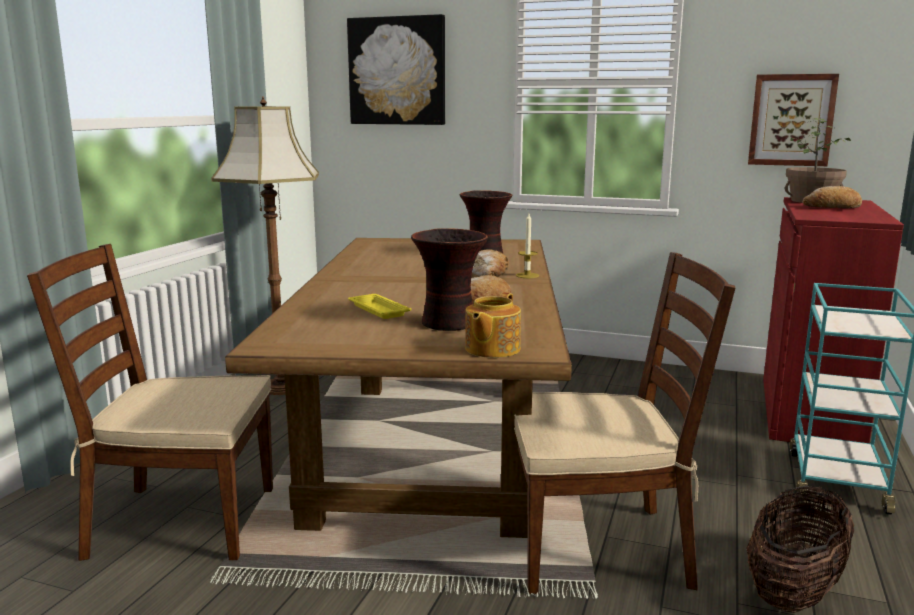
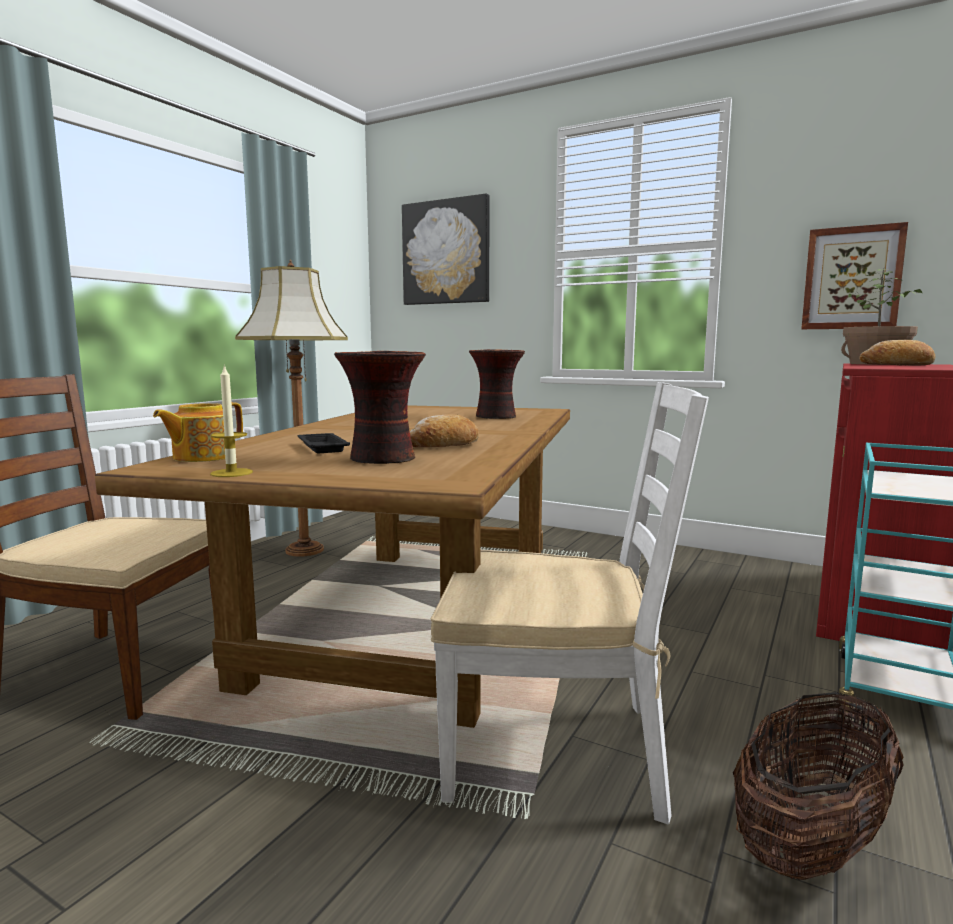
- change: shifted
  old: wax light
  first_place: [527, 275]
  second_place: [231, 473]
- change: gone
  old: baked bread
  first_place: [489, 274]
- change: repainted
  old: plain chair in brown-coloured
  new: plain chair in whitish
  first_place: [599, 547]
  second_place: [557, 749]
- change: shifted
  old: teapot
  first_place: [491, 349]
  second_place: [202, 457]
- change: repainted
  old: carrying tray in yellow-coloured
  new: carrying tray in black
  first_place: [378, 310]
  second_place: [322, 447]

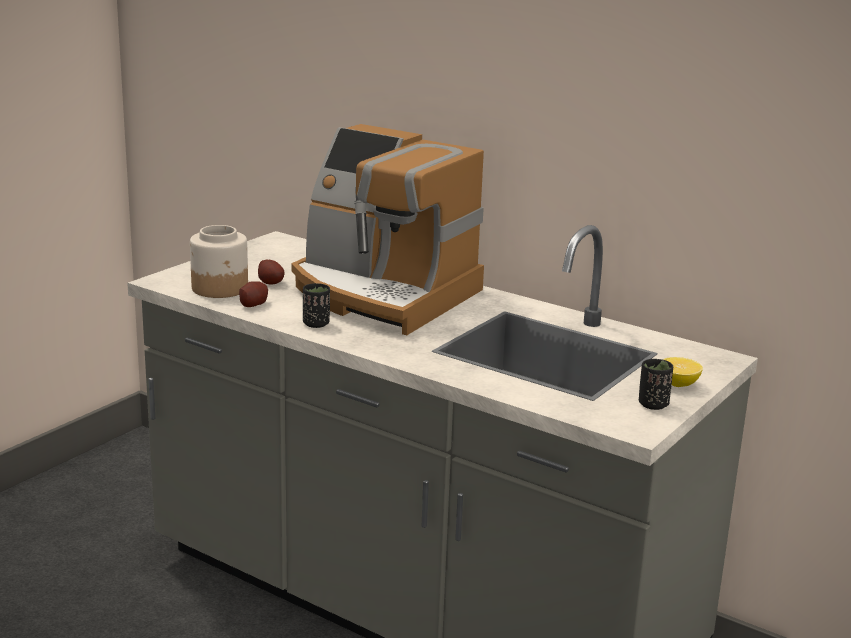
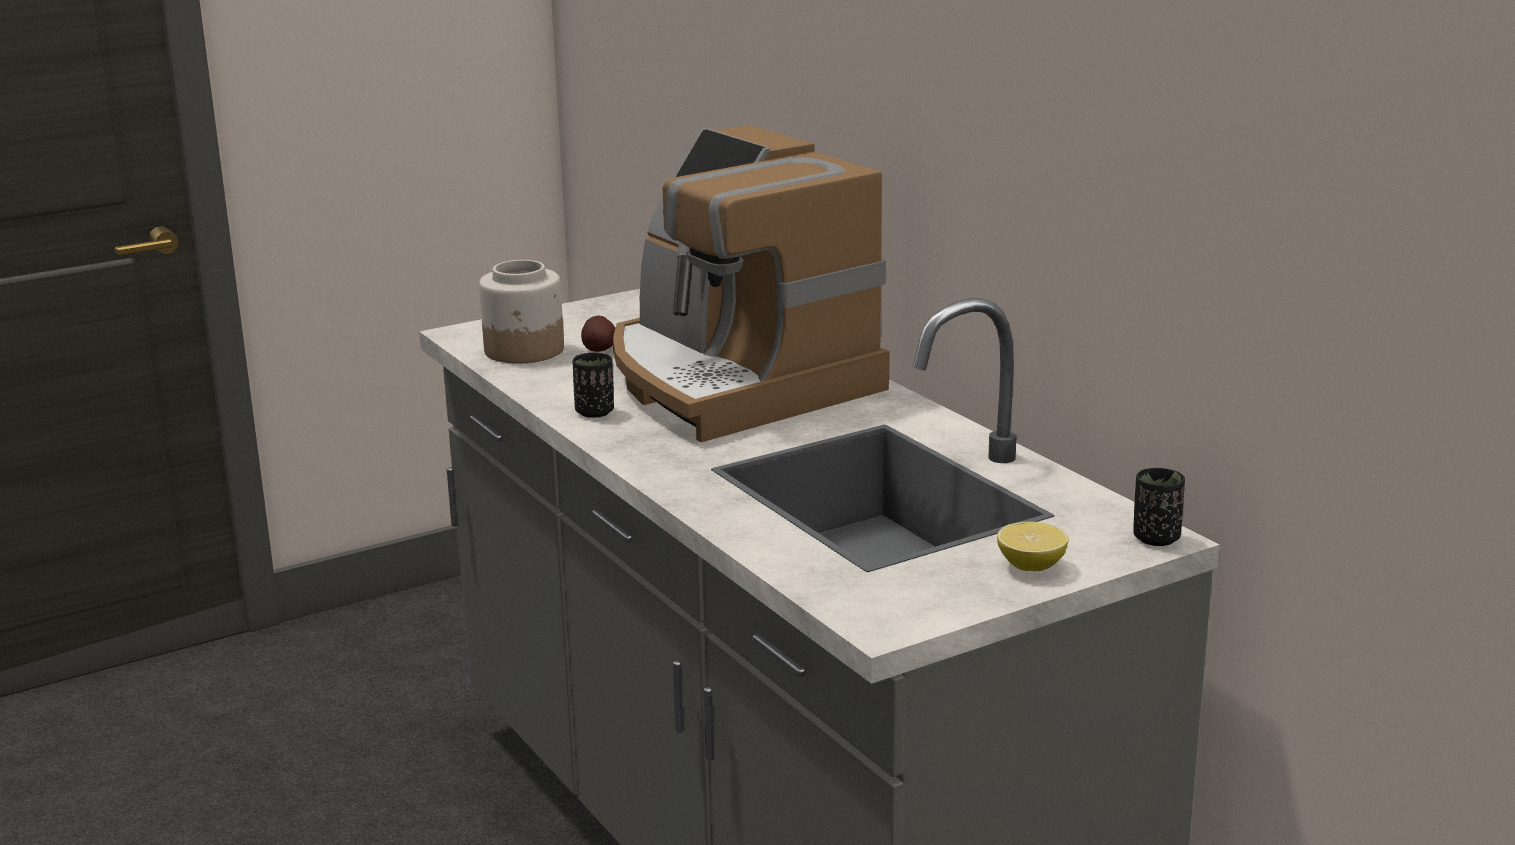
- change: gone
  old: spud
  first_place: [254, 304]
- change: shifted
  old: cup in black
  first_place: [653, 404]
  second_place: [1156, 538]

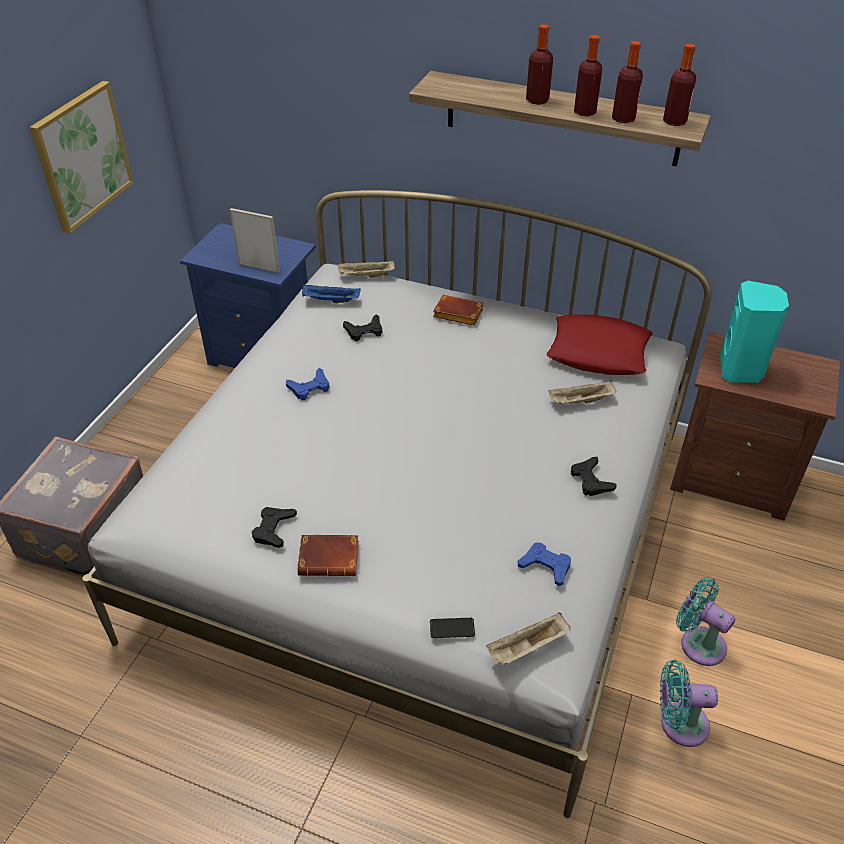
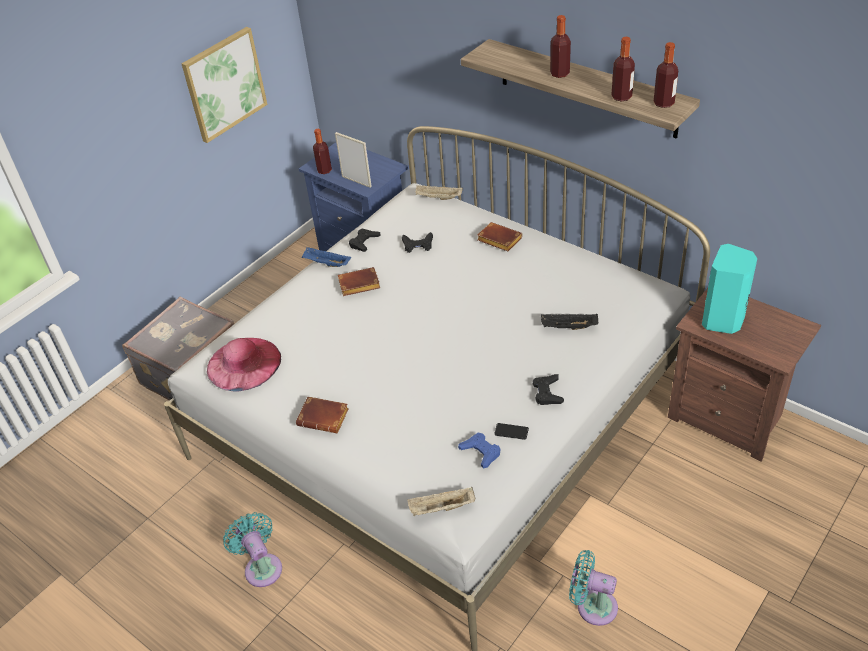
- change: shifted
  old: beverage bottle
  first_place: [585, 112]
  second_place: [324, 170]
- change: shifted
  old: carrying tray in blue-coloured
  first_place: [330, 301]
  second_place: [326, 264]
- change: gone
  old: cushion in reddish
  first_place: [598, 352]
- change: swapped
  old: game controller in blue-coloured
  new: volume in brown-coloured
  first_place: [309, 388]
  second_place: [358, 285]
- change: repainted
  old: carrying tray in sand-coloured
  new: carrying tray in black
  first_place: [580, 401]
  second_place: [568, 328]
- change: shifted
  old: game controller in black
  first_place: [274, 529]
  second_place: [364, 242]
- change: shifted
  old: electric fan in blue-green
  first_place: [698, 643]
  second_place: [261, 567]
- change: shifted
  old: phone
  first_place: [452, 628]
  second_place: [511, 431]
- change: new
  new: hat in pinkish
  second_place: [243, 363]

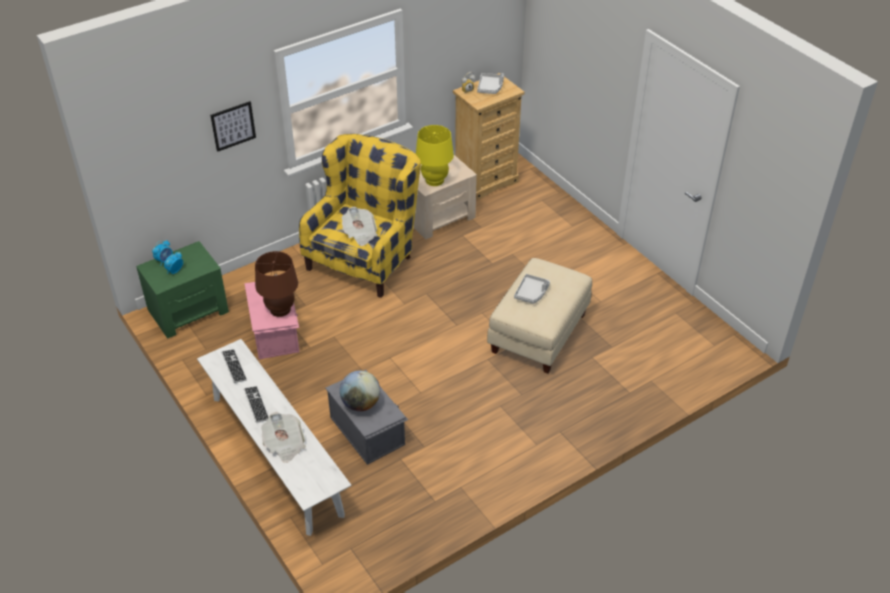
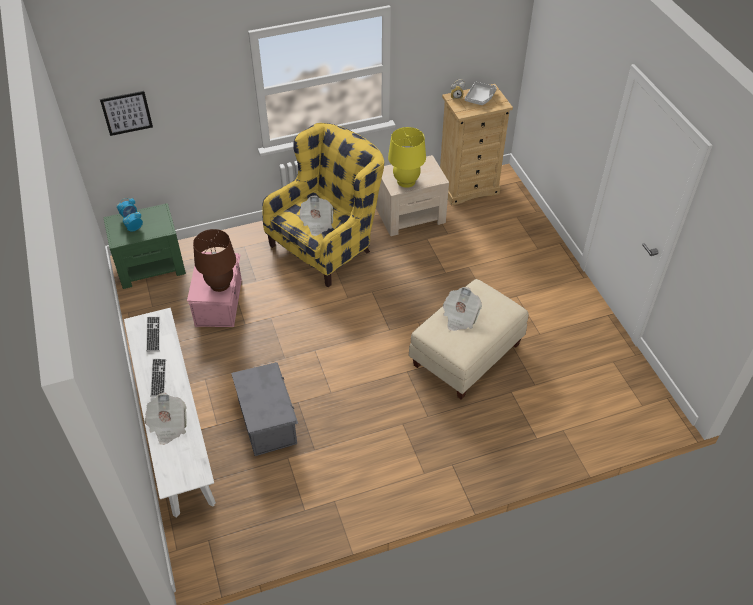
- change: shifted
  old: picture
  first_place: [233, 126]
  second_place: [126, 113]
- change: swapped
  old: carrying tray in gray
  new: newspaper
  first_place: [531, 293]
  second_place: [460, 317]
- change: gone
  old: world globe
  first_place: [361, 404]

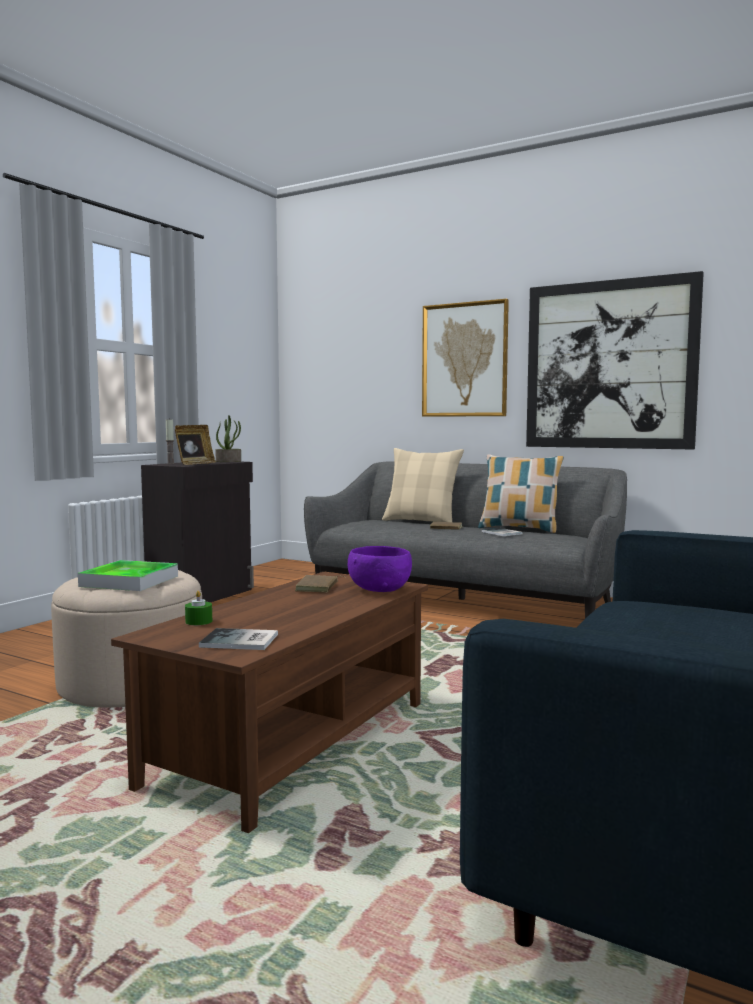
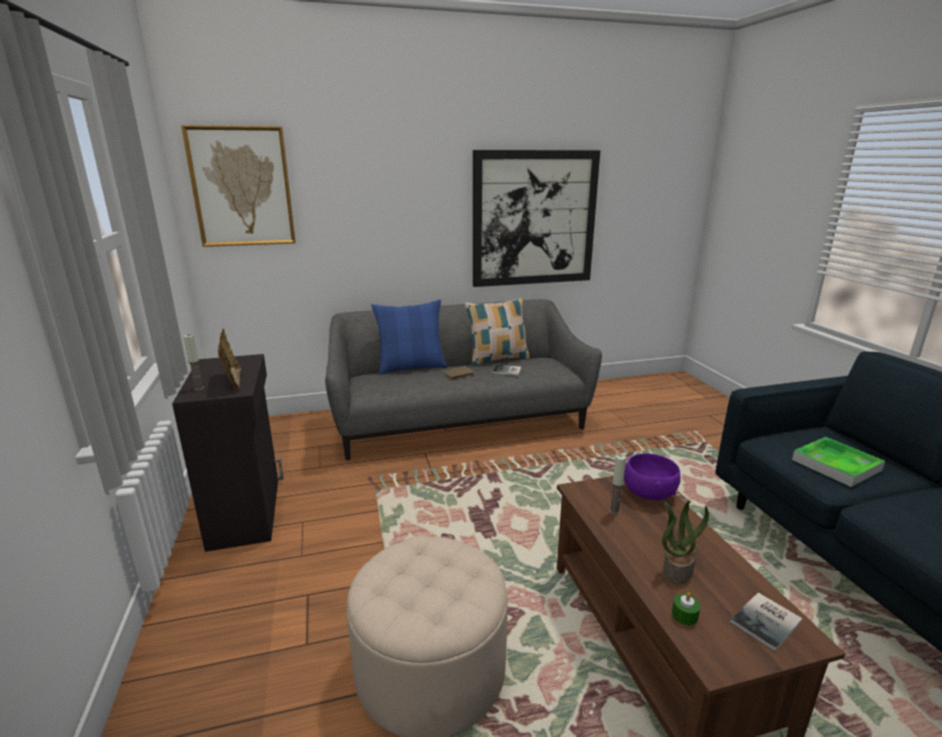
- change: shifted
  old: picture
  first_place: [464, 360]
  second_place: [242, 187]
- change: shifted
  old: plant in a pot
  first_place: [228, 461]
  second_place: [677, 569]
- change: repainted
  old: cushion in sand-coloured
  new: cushion in blue-coloured
  first_place: [421, 521]
  second_place: [411, 367]
- change: shifted
  old: carrying tray
  first_place: [129, 581]
  second_place: [836, 465]
- change: swapped
  old: volume in brown-coloured
  new: wax light
  first_place: [318, 587]
  second_place: [614, 511]

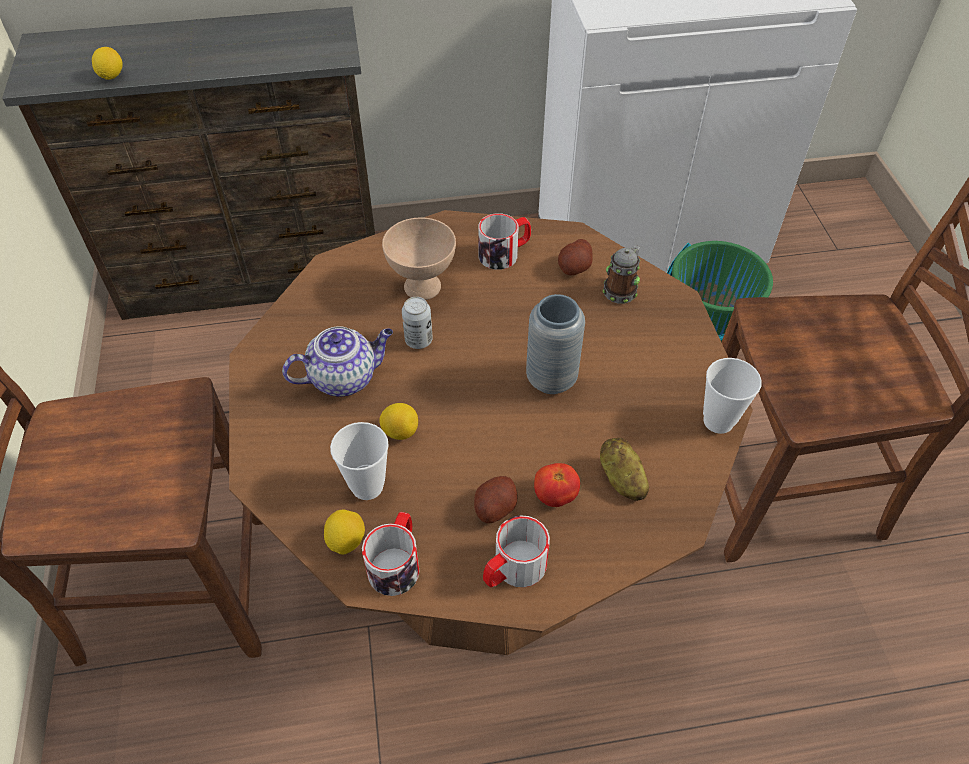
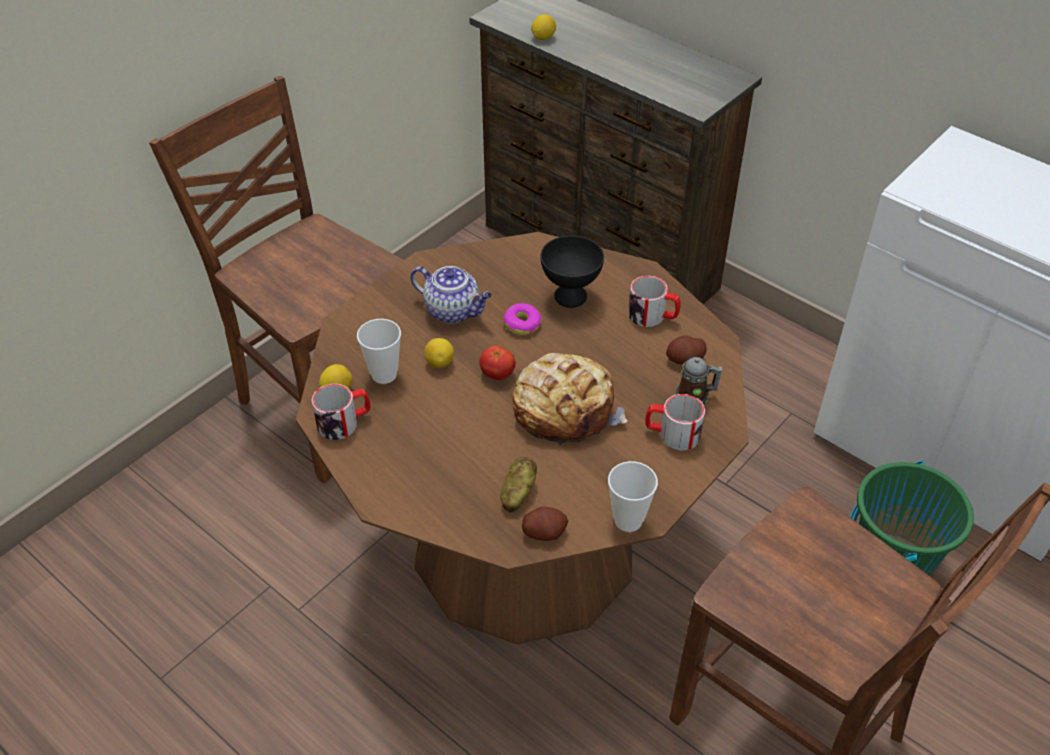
- change: repainted
  old: bowl in sand-coloured
  new: bowl in black
  first_place: [421, 287]
  second_place: [570, 296]
- change: swapped
  old: vase in gray
  new: baked bread
  first_place: [551, 379]
  second_place: [564, 408]
- change: swapped
  old: can
  new: doughnut
  first_place: [418, 340]
  second_place: [522, 324]
- change: shifted
  old: tomato
  first_place: [555, 496]
  second_place: [497, 374]
- change: shifted
  old: spud
  first_place: [495, 507]
  second_place: [544, 532]
- change: shifted
  old: tea mug
  first_place: [513, 569]
  second_place: [672, 434]

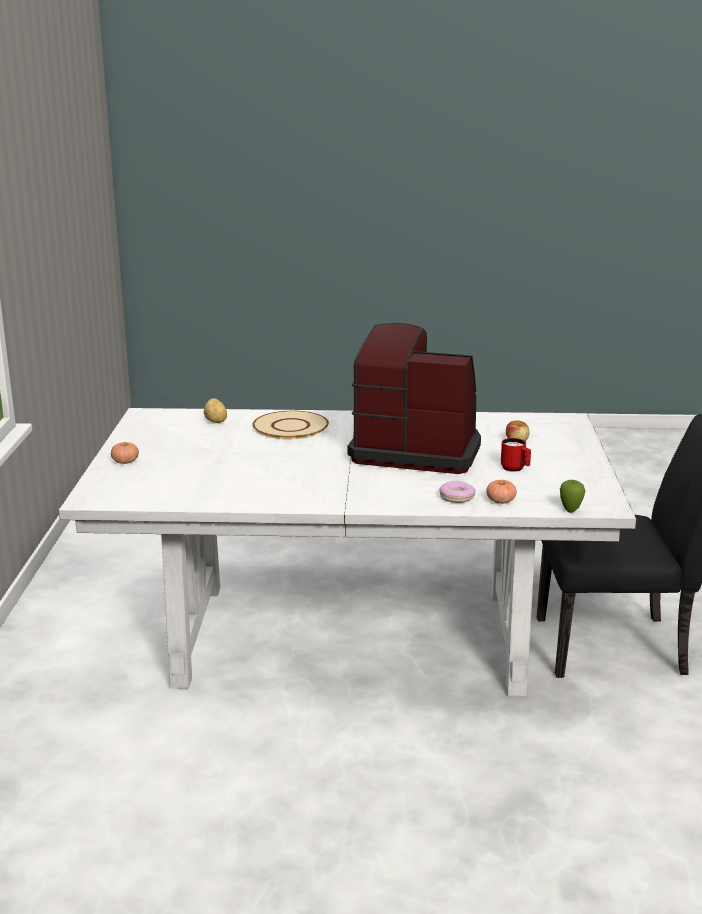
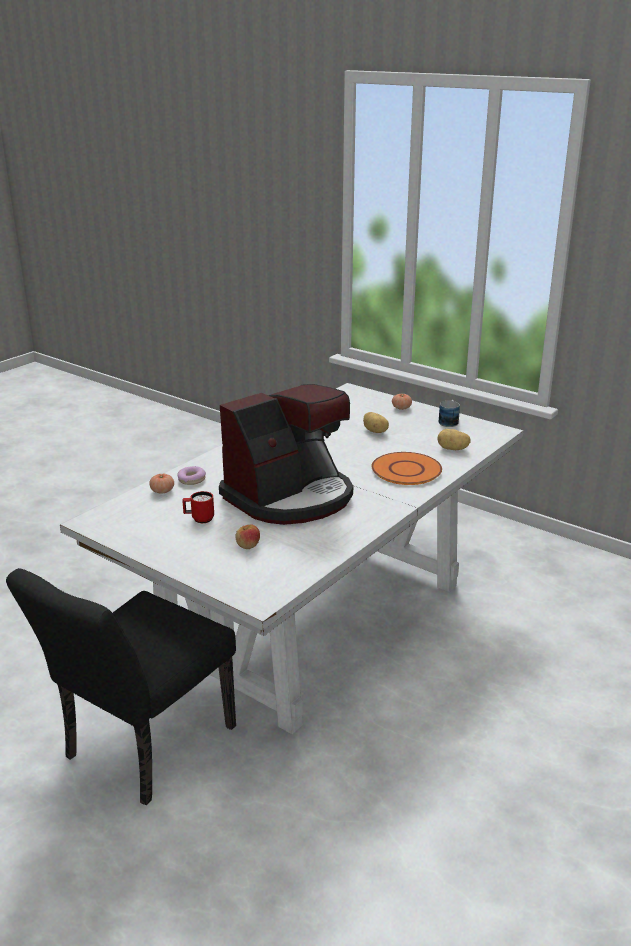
- change: repainted
  old: flat dish in sand-coloured
  new: flat dish in orange-coloured
  first_place: [291, 426]
  second_place: [406, 470]
- change: gone
  old: whole apple
  first_place: [570, 510]
- change: new
  new: tea mug
  second_place: [449, 421]
- change: new
  new: spud
  second_place: [375, 431]

